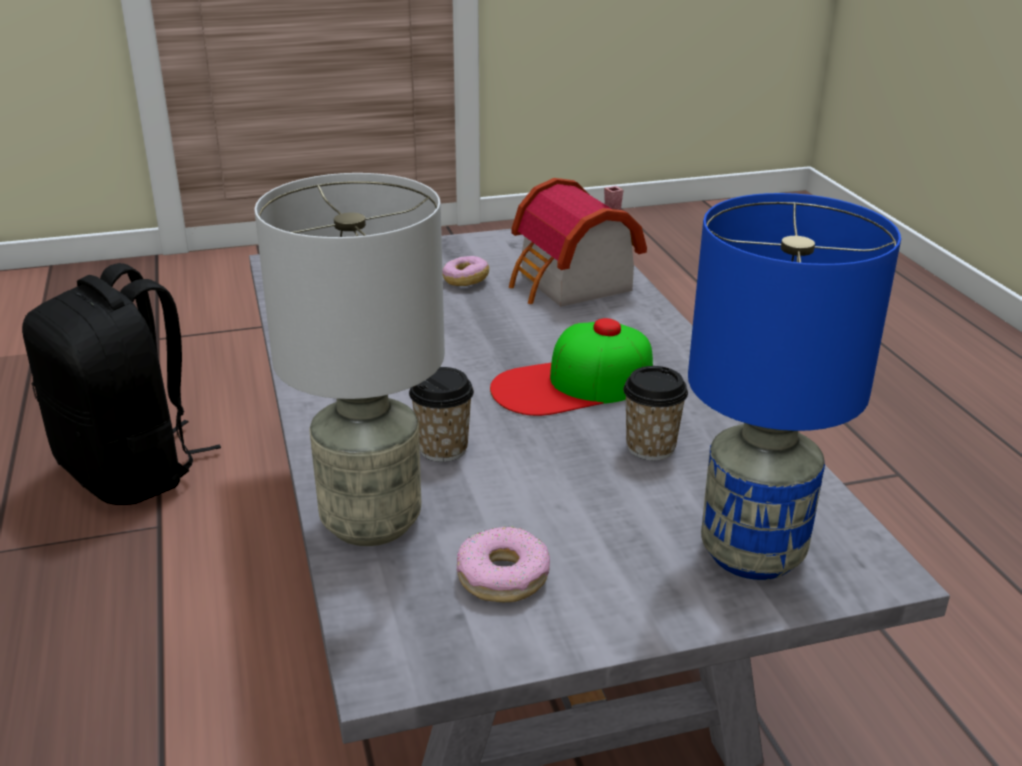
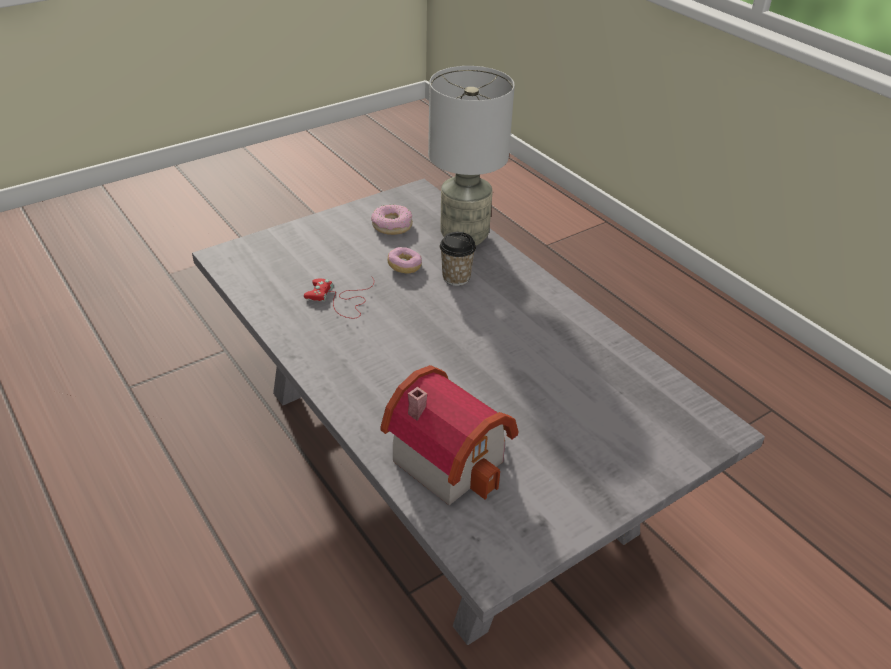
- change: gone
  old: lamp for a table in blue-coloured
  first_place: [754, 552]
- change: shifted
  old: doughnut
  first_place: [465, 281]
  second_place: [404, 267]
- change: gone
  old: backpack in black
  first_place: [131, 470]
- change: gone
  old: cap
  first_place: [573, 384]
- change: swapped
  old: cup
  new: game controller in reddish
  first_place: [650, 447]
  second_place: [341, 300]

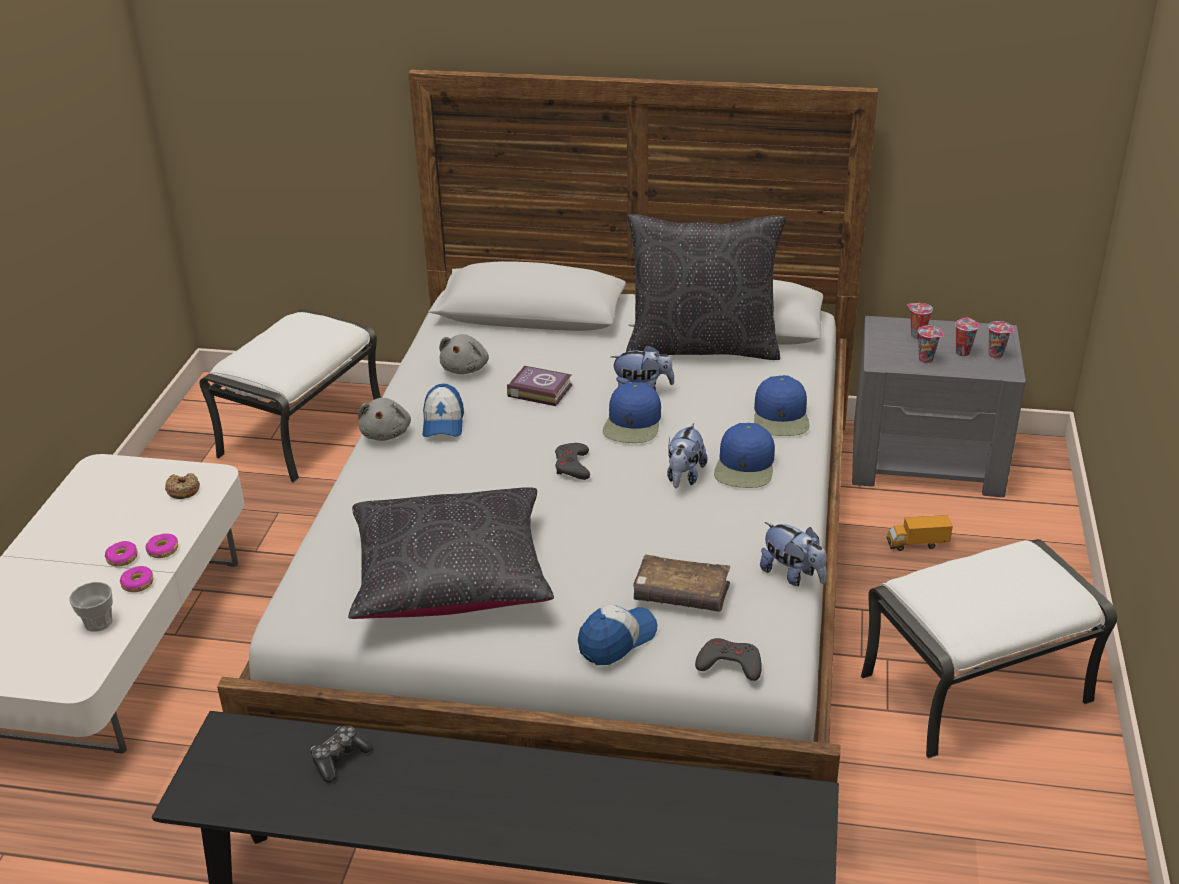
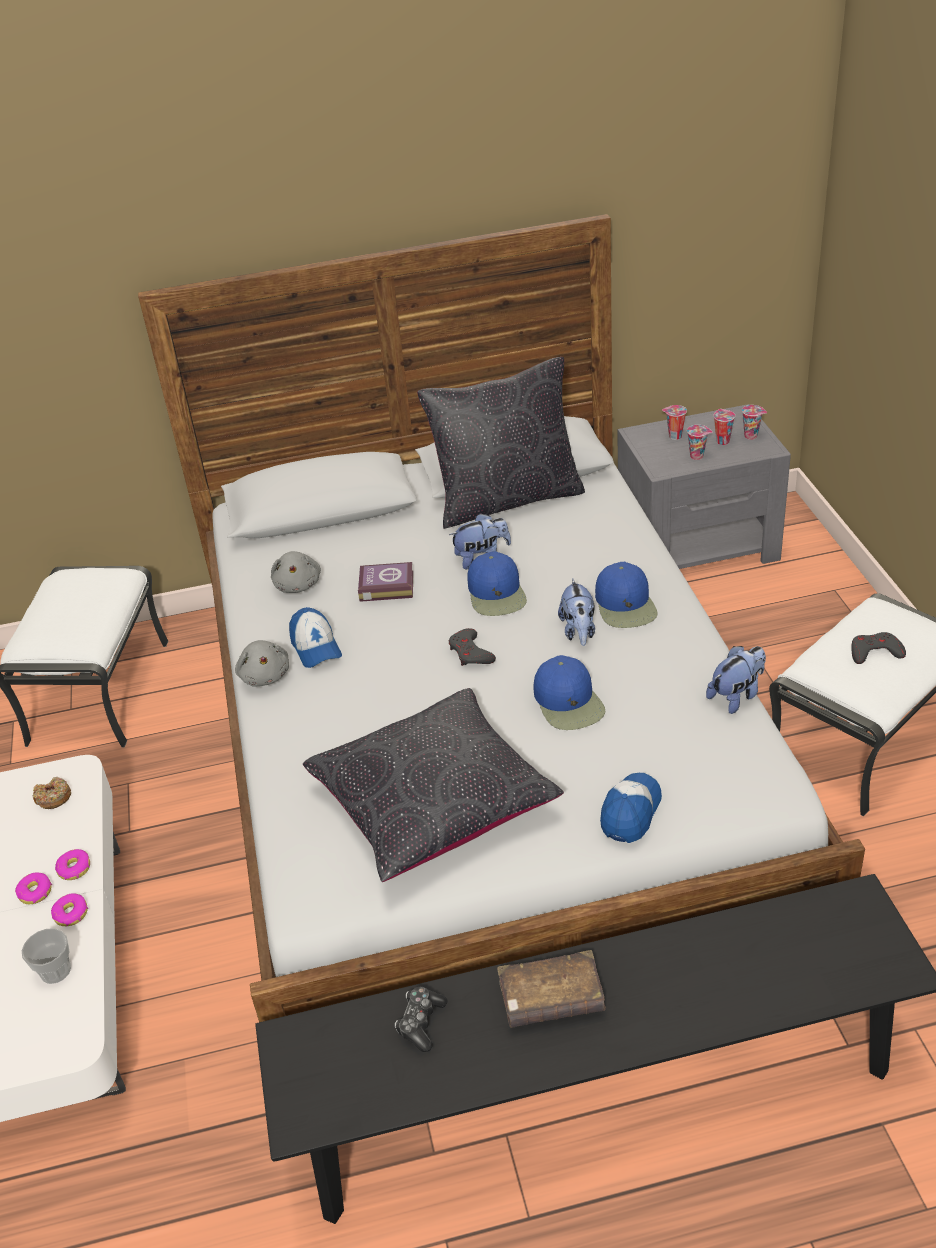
- change: shifted
  old: cap in blue-coloured
  first_place: [781, 417]
  second_place: [569, 702]
- change: gone
  old: model truck
  first_place: [917, 544]
- change: rotated
  old: soft toy
  first_place: [793, 575]
  second_place: [737, 696]
  degrees: -60
- change: shifted
  old: volume in brown-coloured
  first_place: [681, 594]
  second_place: [551, 999]
- change: shifted
  old: game controller in gray
  first_place: [729, 664]
  second_place: [875, 652]

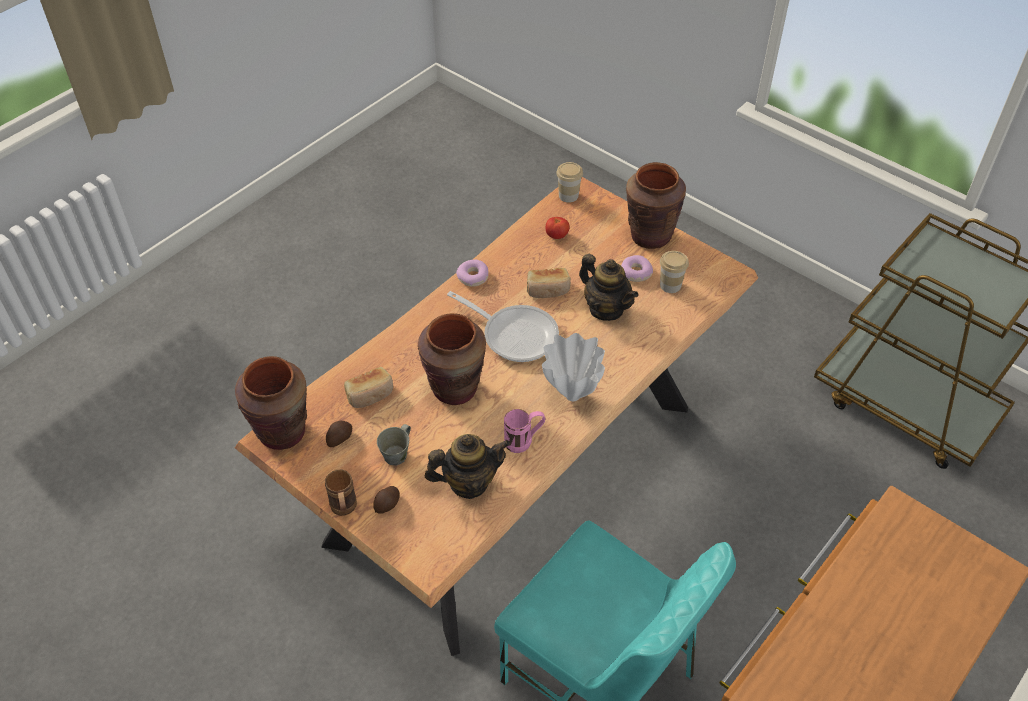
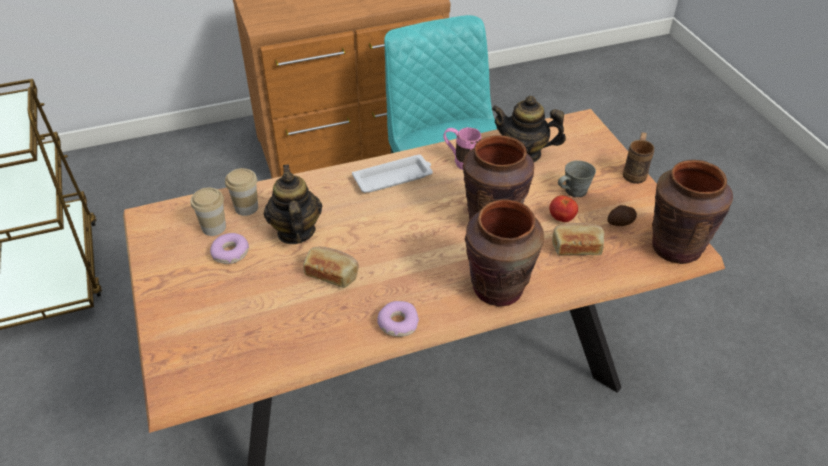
- change: shifted
  old: cup
  first_place: [568, 196]
  second_place: [246, 207]
- change: shifted
  old: vase in brown-coloured
  first_place: [650, 236]
  second_place: [498, 289]
- change: shifted
  old: tomato
  first_place: [557, 236]
  second_place: [562, 218]
- change: gone
  old: skillet
  first_place: [515, 334]
- change: swapped
  old: vase in whitish
  new: carrying tray in whitish
  first_place: [572, 394]
  second_place: [394, 178]
- change: gone
  old: spud
  first_place: [388, 504]

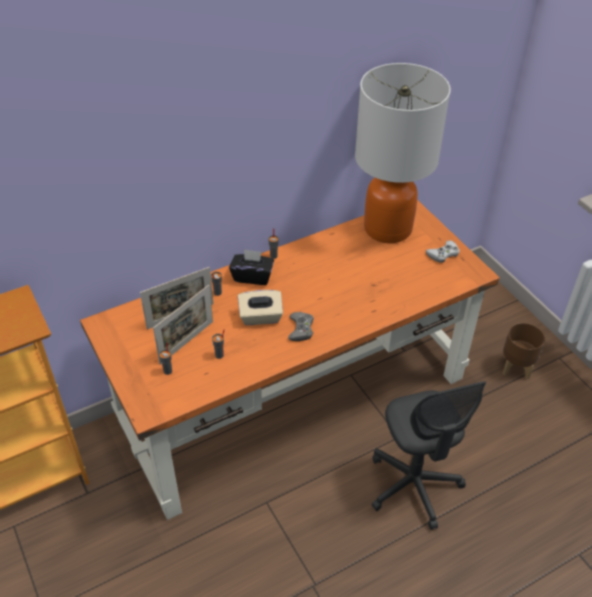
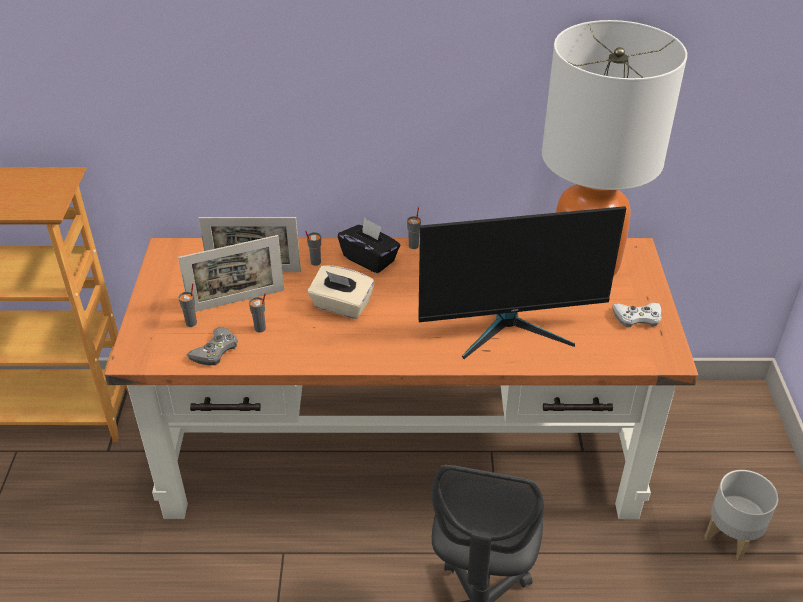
- change: shifted
  old: game controller in gray
  first_place: [301, 329]
  second_place: [215, 351]
- change: repainted
  old: flower pot in brown-coloured
  new: flower pot in gray
  first_place: [515, 367]
  second_place: [730, 537]
- change: new
  new: monitor
  second_place: [511, 328]

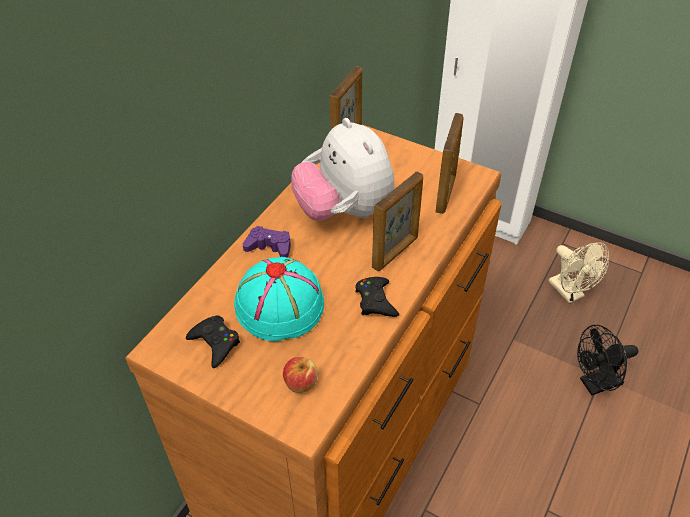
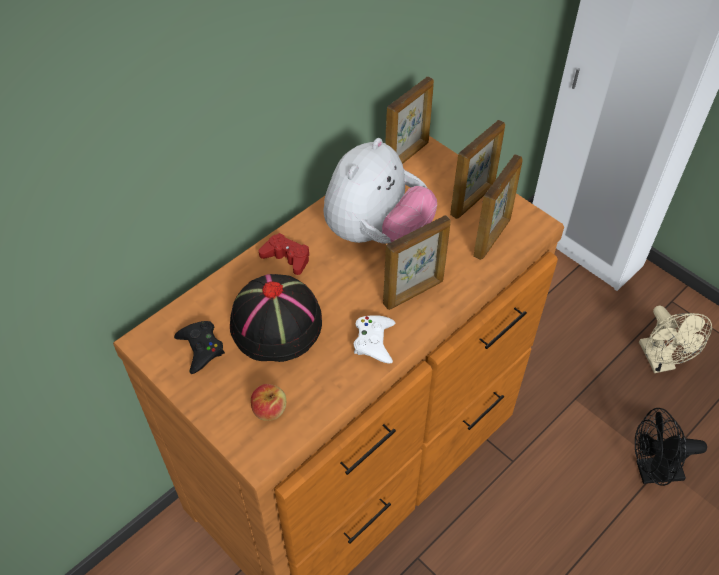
- change: rotated
  old: soft toy
  first_place: [344, 211]
  second_place: [377, 234]
  degrees: -135
- change: repainted
  old: game controller in purple-coloured
  new: game controller in reddish
  first_place: [269, 247]
  second_place: [287, 257]
- change: repainted
  old: hat in blue-green
  new: hat in black
  first_place: [280, 306]
  second_place: [276, 324]
- change: repainted
  old: game controller in black
  new: game controller in whitish
  first_place: [375, 301]
  second_place: [374, 341]
- change: new
  new: picture frame
  second_place: [473, 200]

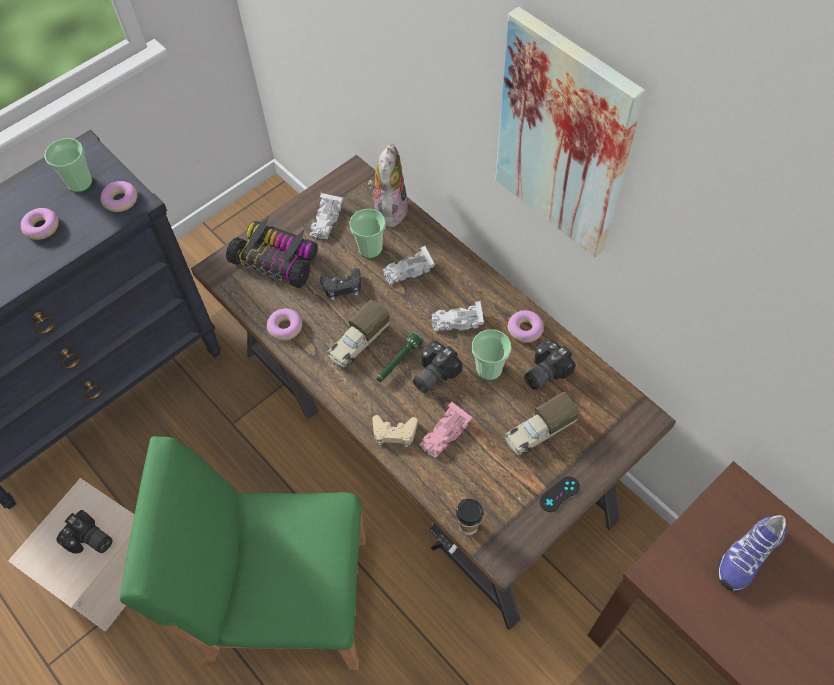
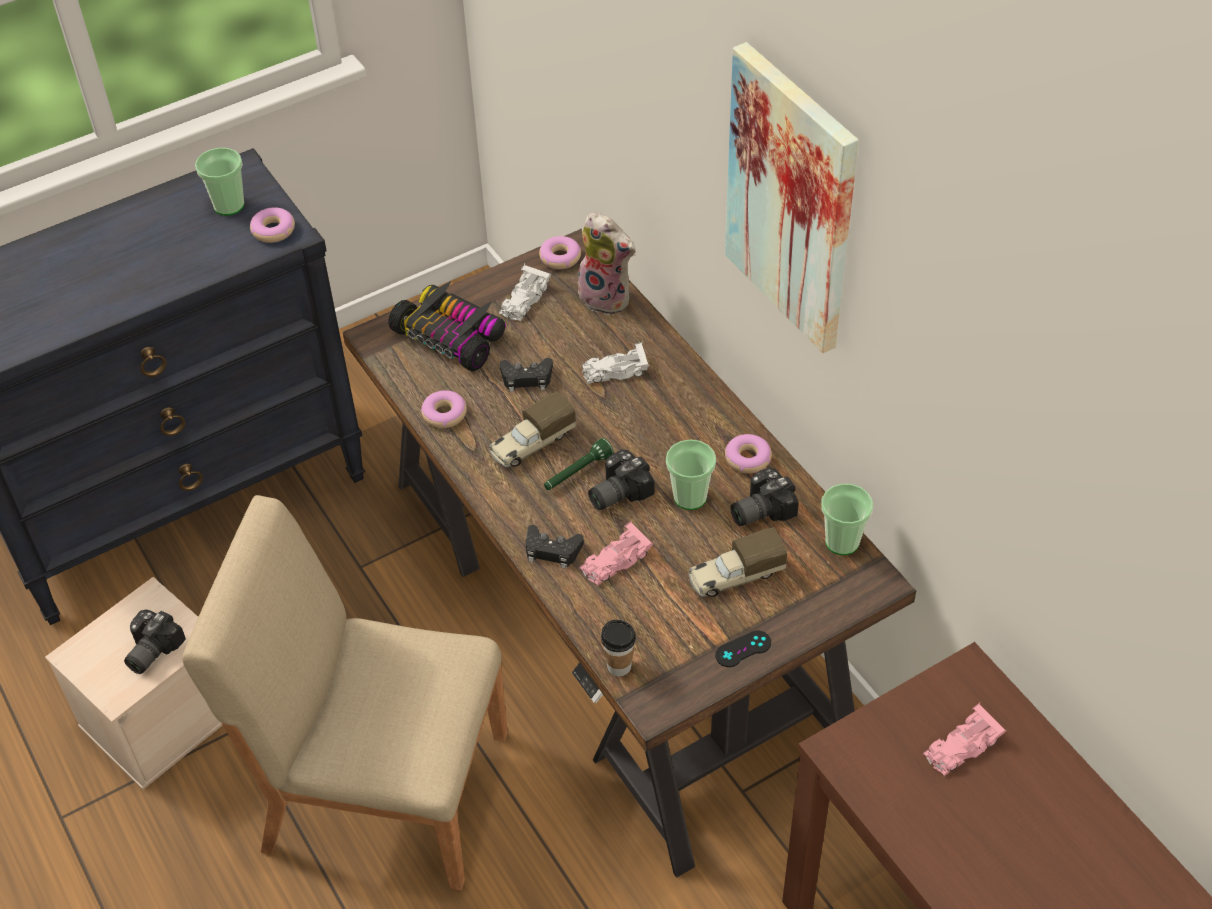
- change: rotated
  old: soft toy
  first_place: [389, 209]
  second_place: [608, 297]
  degrees: 105
- change: shifted
  old: doughnut
  first_place: [42, 227]
  second_place: [560, 258]
- change: shifted
  old: cup
  first_place: [370, 249]
  second_place: [842, 542]
- change: gone
  old: miniature car in whitish
  first_place: [457, 321]
- change: repainted
  old: game controller in sand-coloured
  new: game controller in black
  first_place: [394, 433]
  second_place: [552, 551]
- change: repainted
  old: plain chair in green-coloured
  new: plain chair in sand-coloured
  first_place: [284, 598]
  second_place: [383, 788]
- change: rotated
  old: still camera
  first_place: [89, 541]
  second_place: [149, 650]
  degrees: 75
- change: swapped
  old: low shoe
  new: miniature car in pinkish
  first_place: [746, 554]
  second_place: [961, 747]

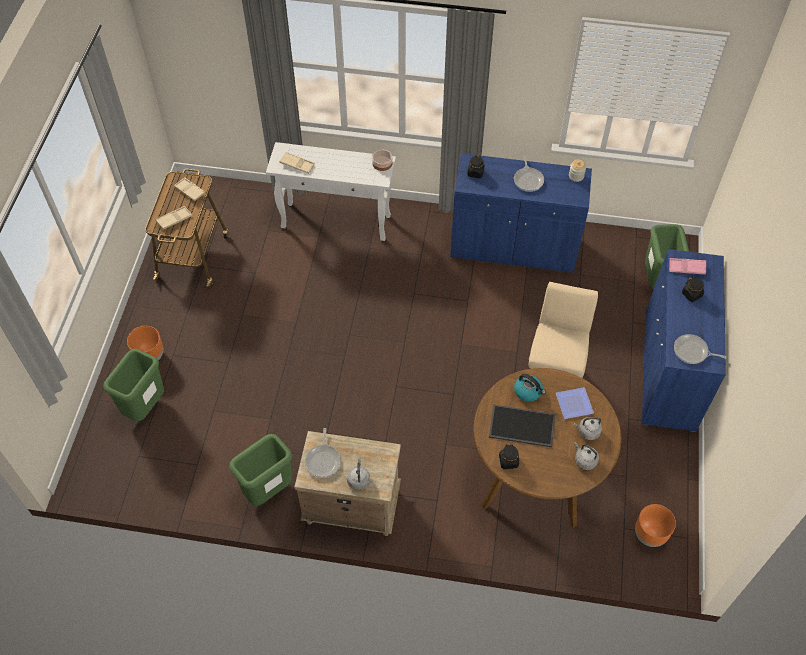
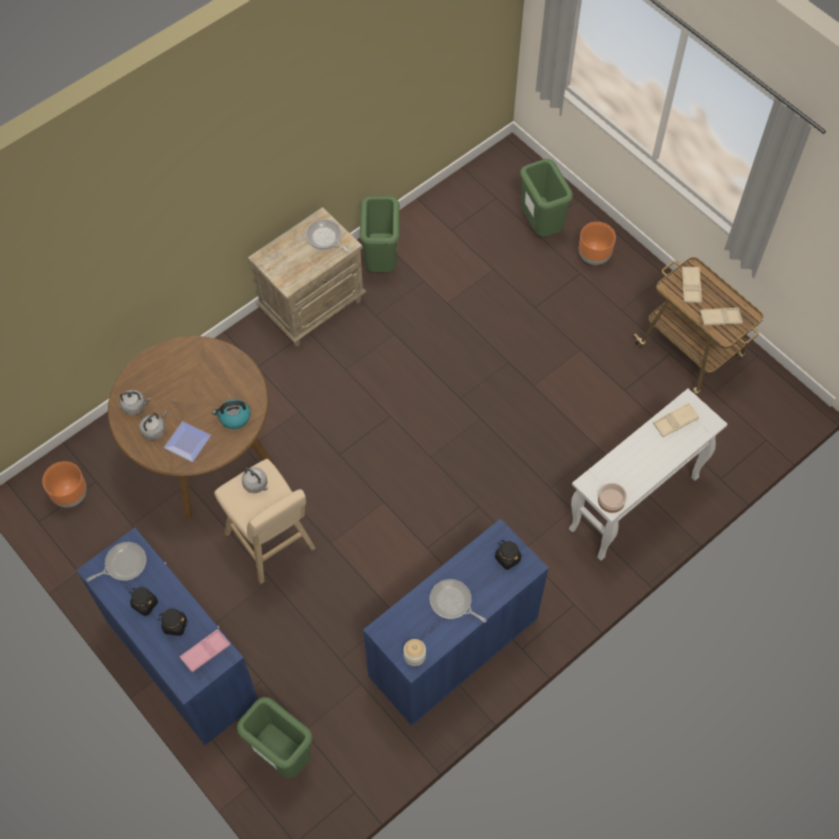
- change: gone
  old: carrying tray
  first_place: [521, 427]
- change: shifted
  old: storage jar in black
  first_place: [508, 461]
  second_place: [144, 604]
- change: shifted
  old: tea kettle in gray
  first_place: [358, 479]
  second_place: [256, 485]

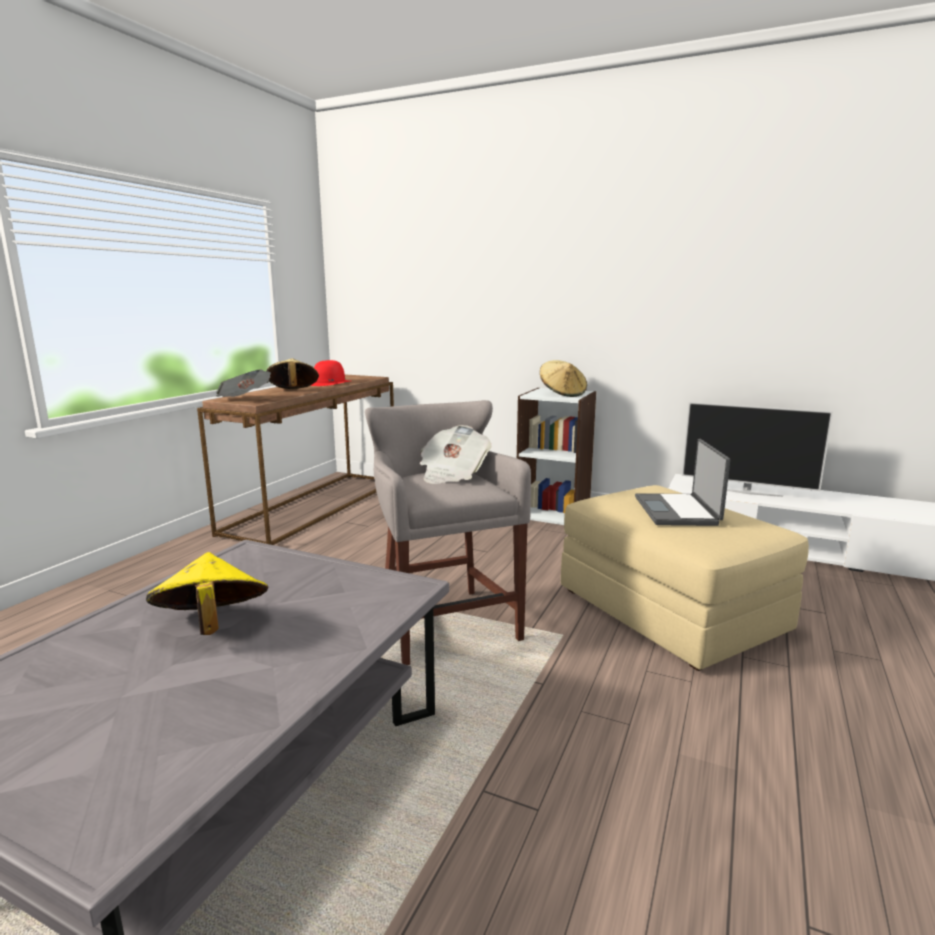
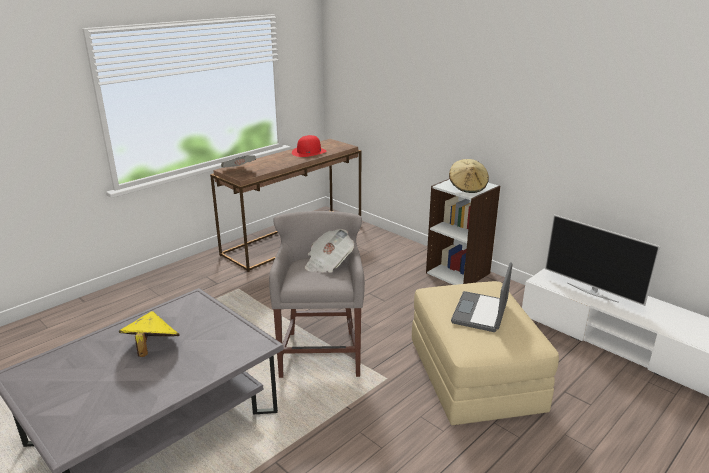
- change: gone
  old: hat in sand-coloured
  first_place: [293, 391]

